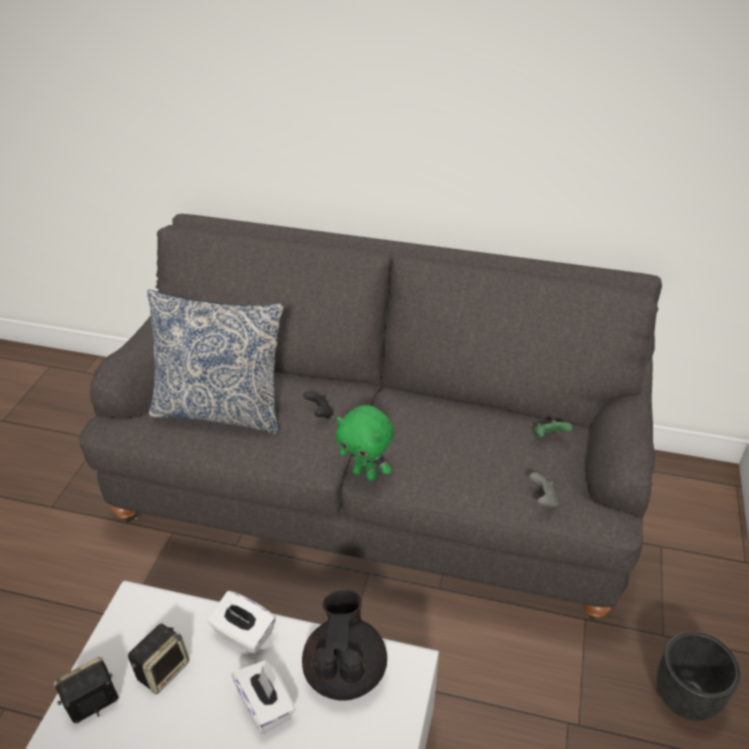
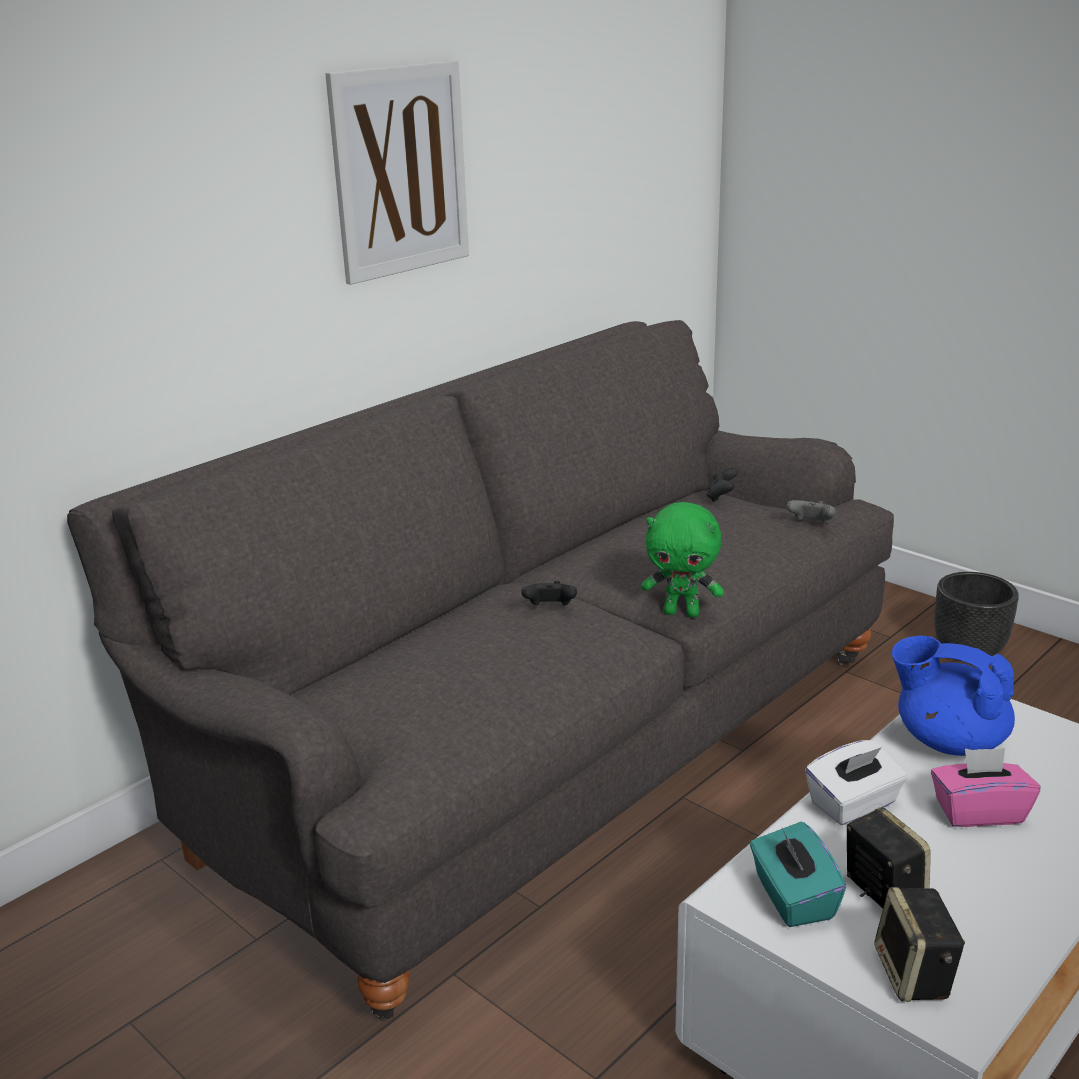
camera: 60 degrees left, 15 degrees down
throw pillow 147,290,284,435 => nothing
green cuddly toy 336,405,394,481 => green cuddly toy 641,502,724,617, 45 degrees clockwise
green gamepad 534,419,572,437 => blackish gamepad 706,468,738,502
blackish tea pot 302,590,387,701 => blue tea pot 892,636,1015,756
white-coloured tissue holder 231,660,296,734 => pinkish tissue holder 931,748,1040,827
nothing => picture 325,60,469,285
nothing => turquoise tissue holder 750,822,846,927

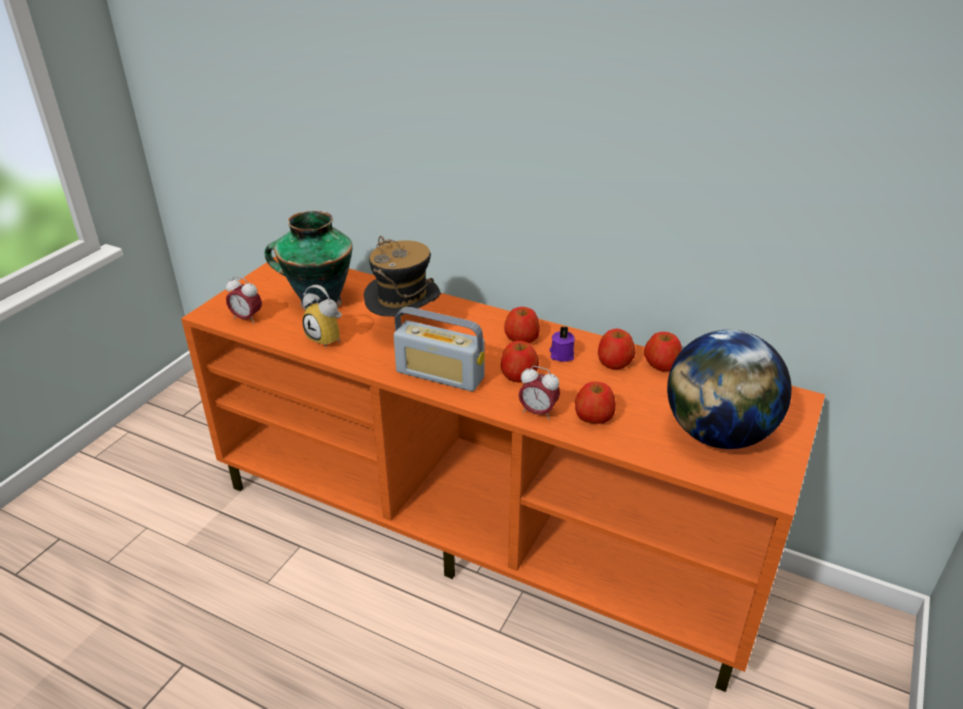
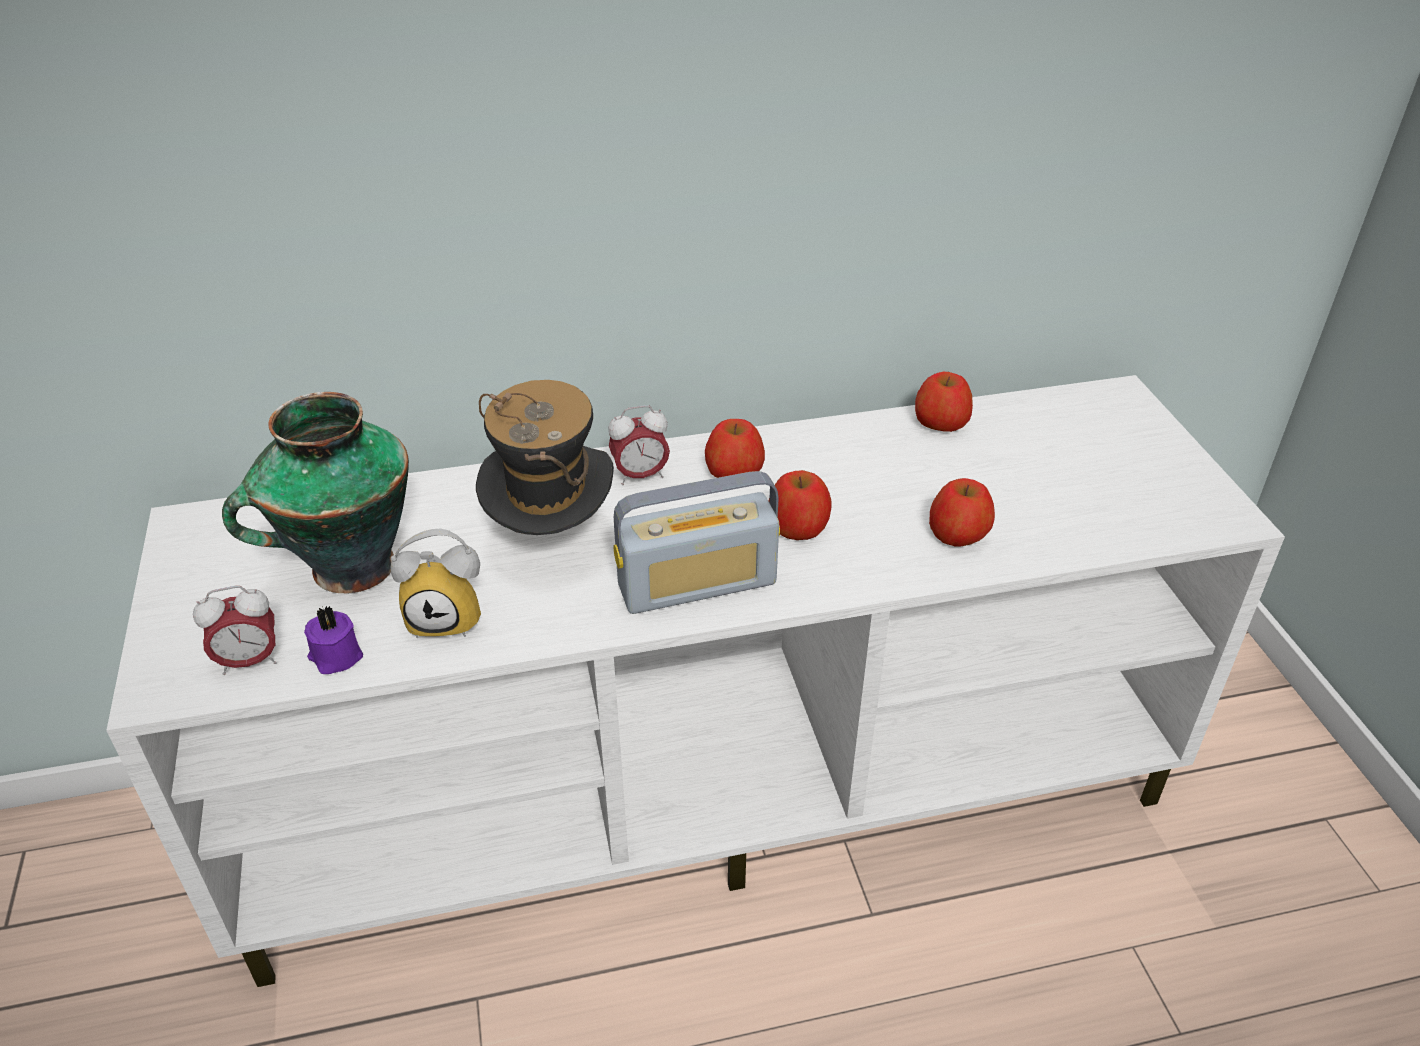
camera: 40 degrees left, 5 degrees up
orange media console 181,256,825,692 => white-coloured media console 106,375,1285,987
purple wax light 549,326,575,362 => purple wax light 304,606,363,674, shifted
whole apple 598,329,635,369 => nothing
world globe 667,330,792,449 => nothing
table clock 519,366,560,420 => table clock 608,405,670,485, shifted

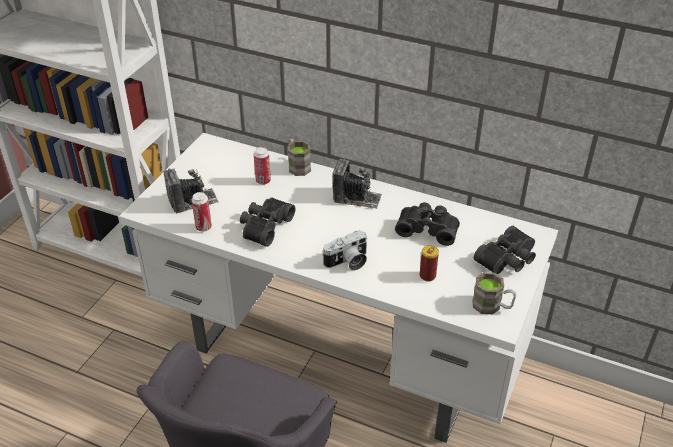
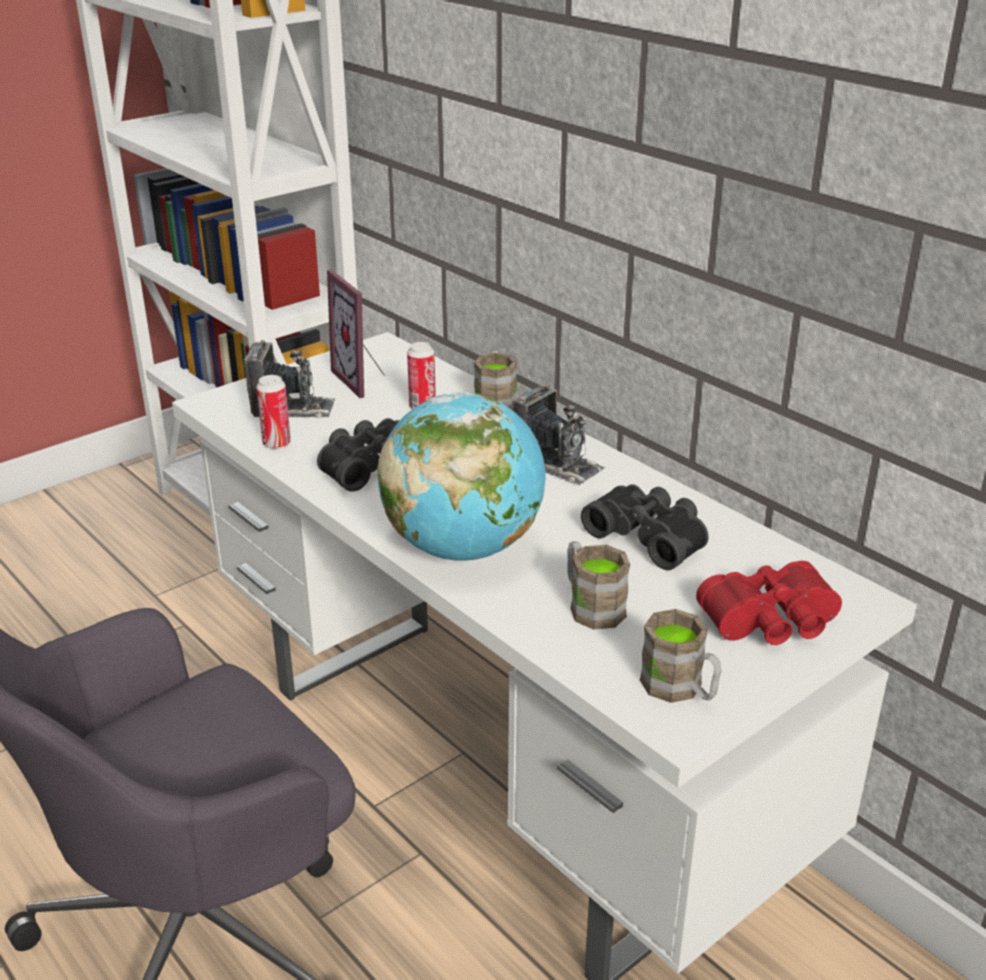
camera: 25 degrees right, 10 degrees down
blackish field glasses 474,226,536,274 => red field glasses 696,561,842,645
still camera 322,230,367,270 => world globe 378,392,546,561
sealed can 420,245,439,282 => brown mug 567,541,630,630
nothing => standing frame 327,270,384,398

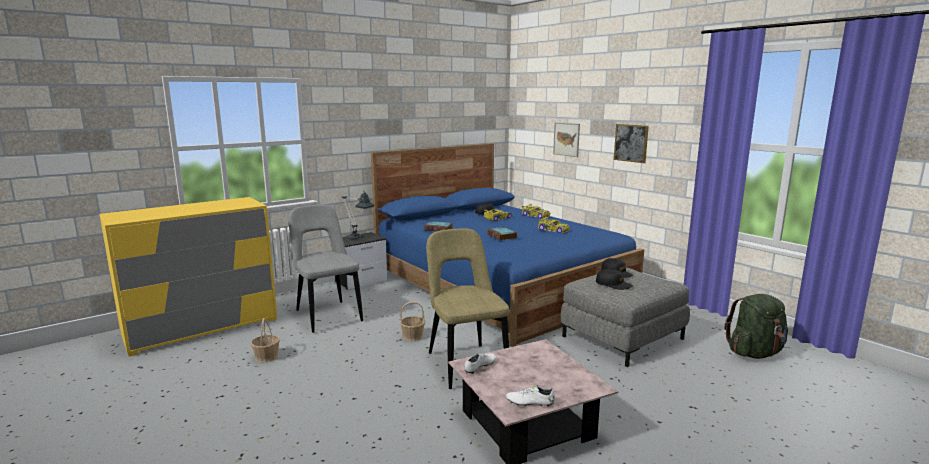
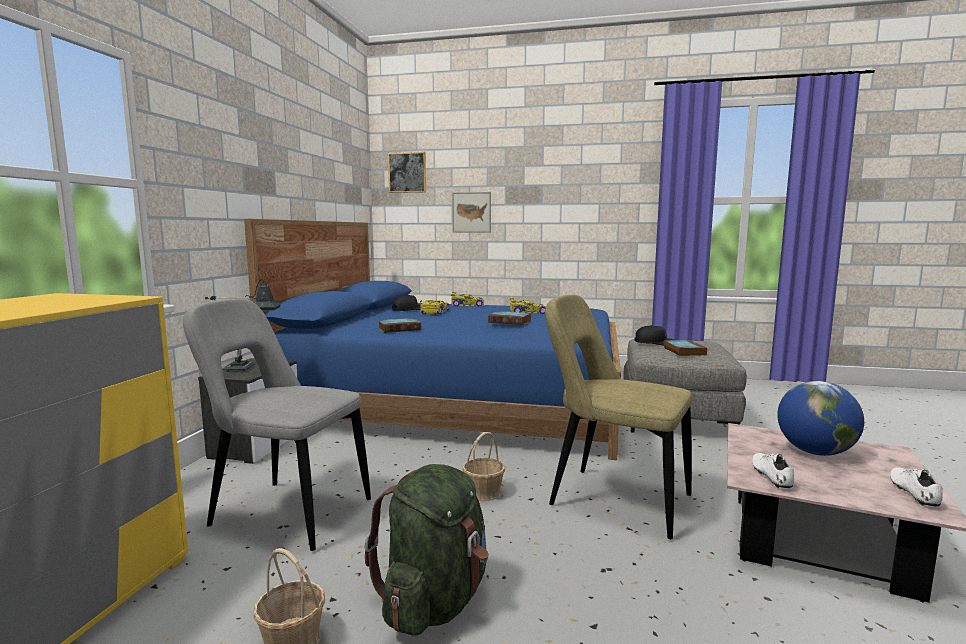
camera: 40 degrees left, 5 degrees down
picture 614,124,649,163 => picture 388,152,426,193, shifted
blackish baseball cap 596,269,633,290 => book 664,340,707,356
green rucksack 724,294,788,359 => green rucksack 364,464,489,636, shifted
white-coloured low shoe 506,385,555,407 => white-coloured low shoe 890,467,943,507, 135 degrees clockwise
nothing => world globe 777,381,864,456

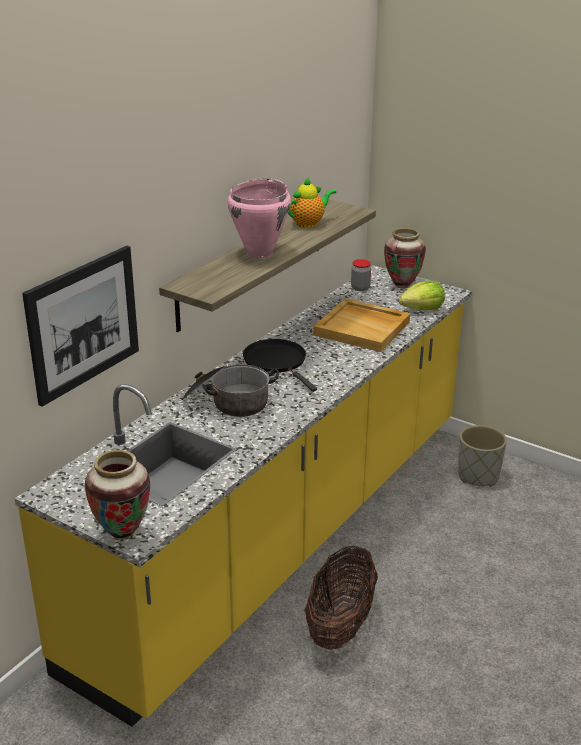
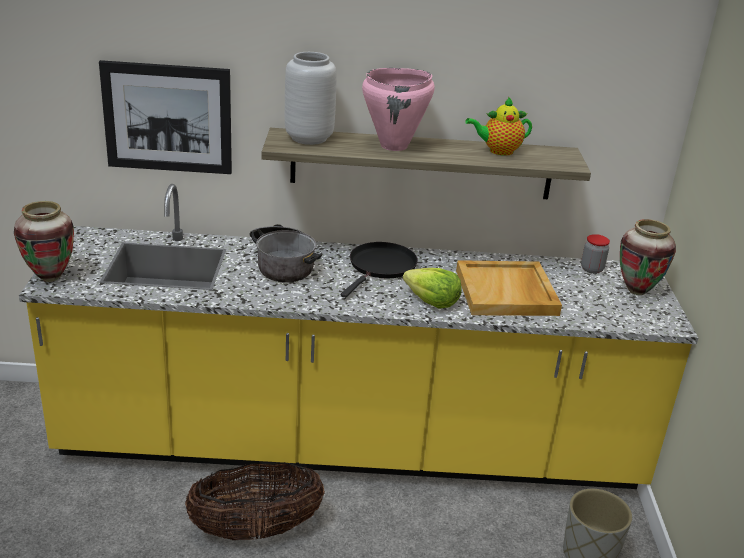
camera: 55 degrees right, 0 degrees up
tea pot 288,177,336,228 => tea pot 465,97,532,156, 150 degrees clockwise
lettuce 399,281,445,310 => lettuce 403,268,462,308, shifted
nothing => gray vase 285,52,337,145

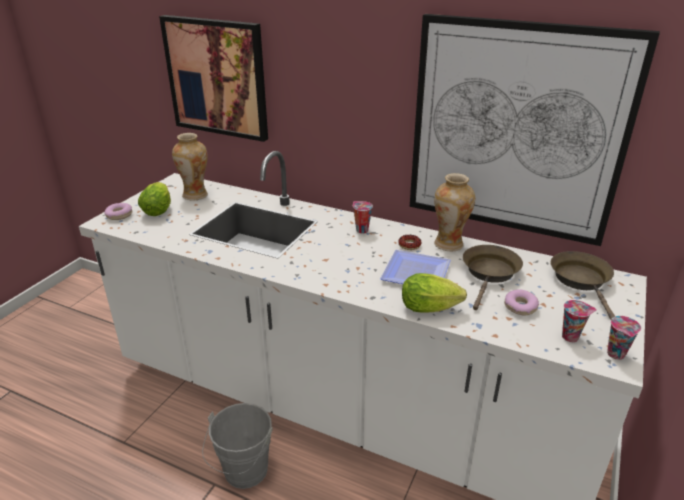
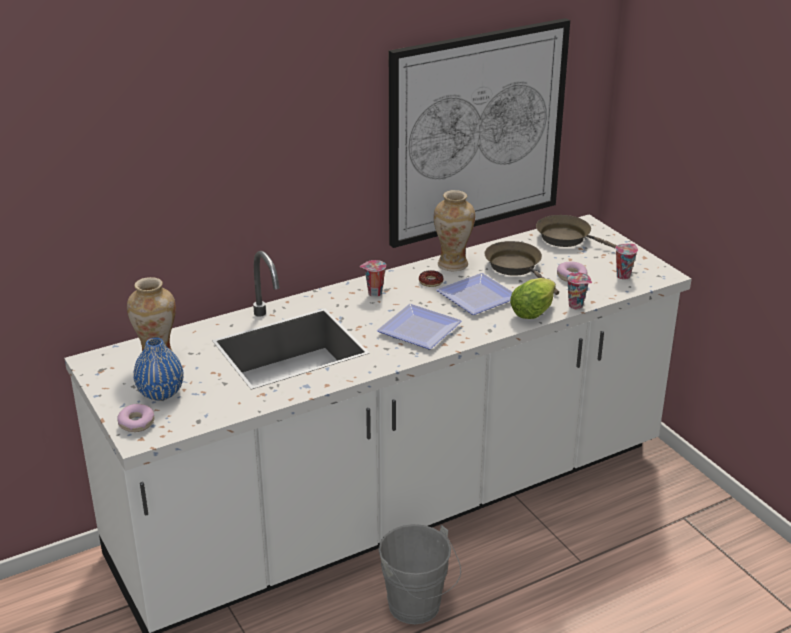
camera: 55 degrees left, 0 degrees up
picture 159,15,268,142 => nothing
lettuce 138,182,171,216 => blue vase 133,338,184,401
cup 607,316,641,360 => cup 567,272,592,309, shifted
nothing => flat dish 377,304,462,350

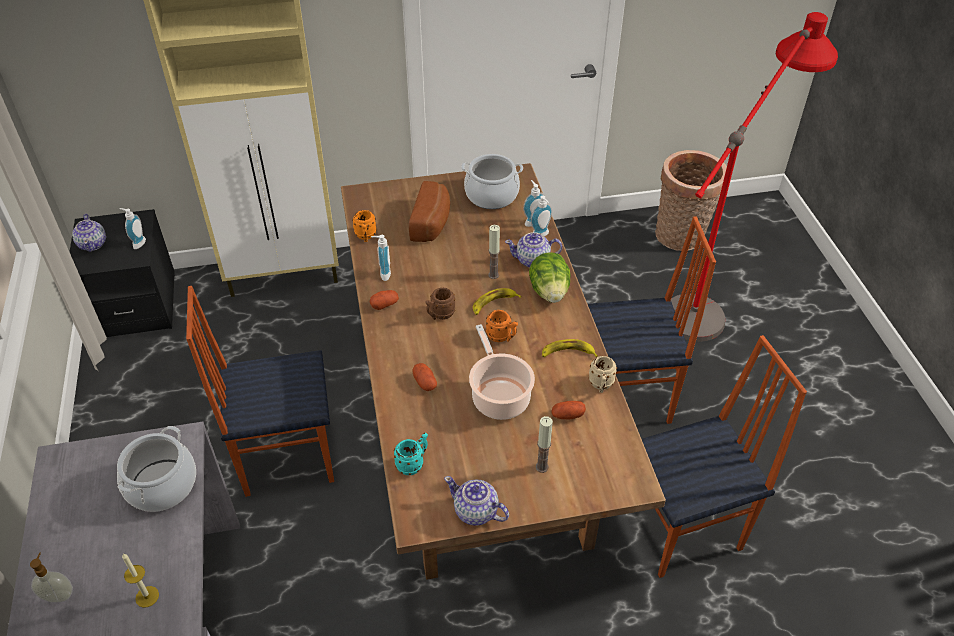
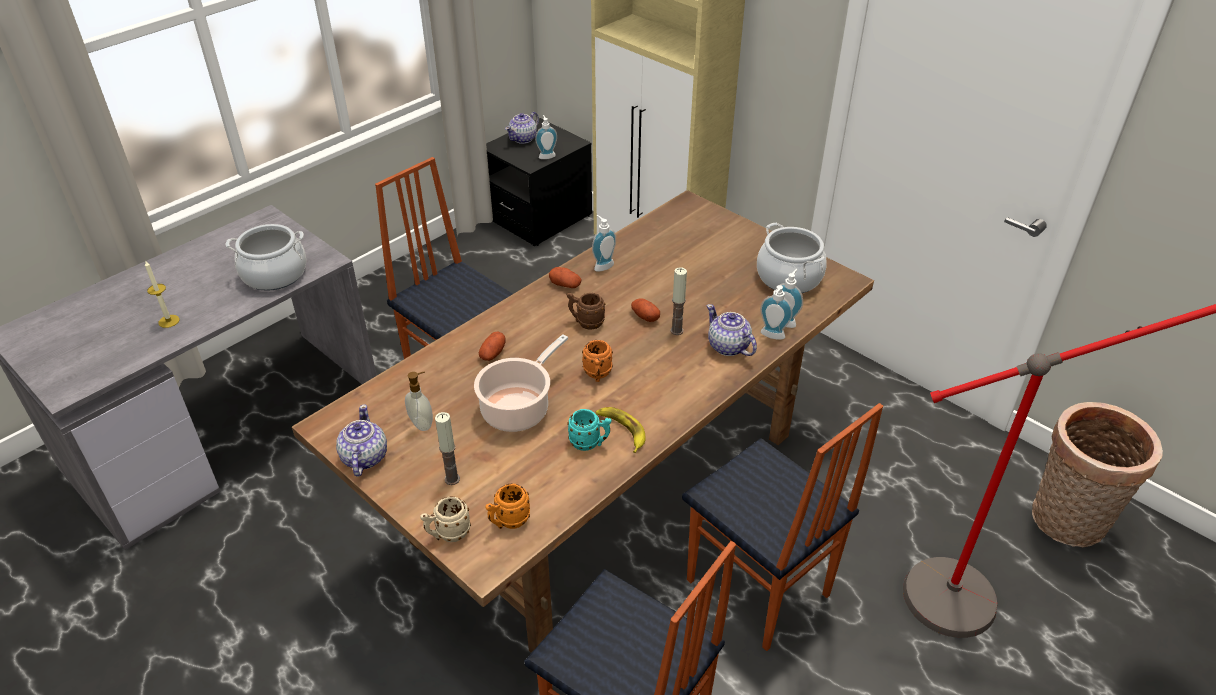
camera: 55 degrees right, 5 degrees down
baked bread 409,181,450,242 => nothing
orange mug 352,210,377,242 => orange mug 485,483,530,529, shifted
lettuce 529,252,571,303 => nothing
banana fruit 473,288,522,315 => nothing
beige-coloured mug 589,356,617,393 => beige-coloured mug 420,496,471,542, shifted
whole potato 551,401,586,420 => whole potato 631,298,660,322, shifted
turquoise mug 394,433,428,475 => turquoise mug 567,409,612,451, shifted
soap dispenser 30,553,73,603 => soap dispenser 405,372,433,431, shifted

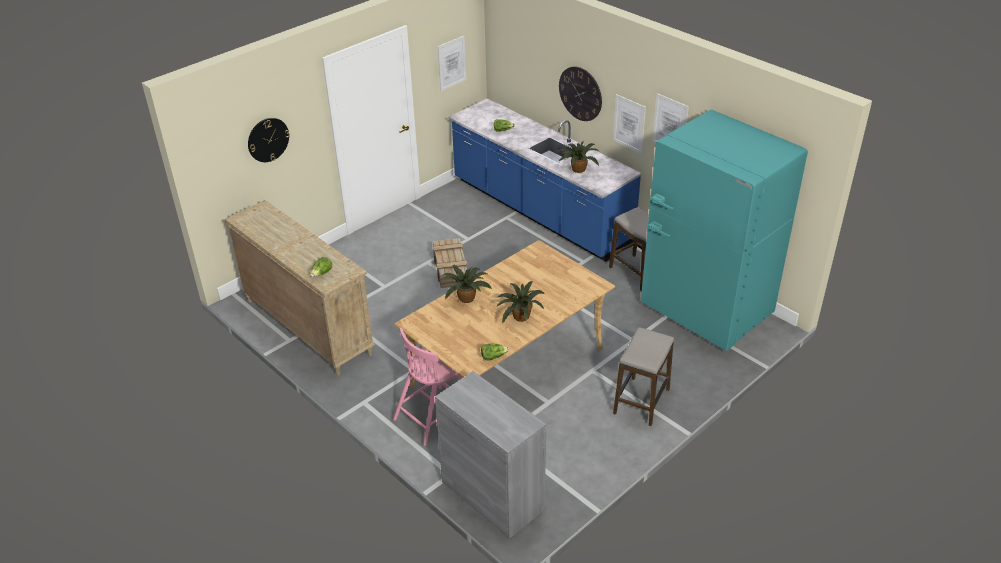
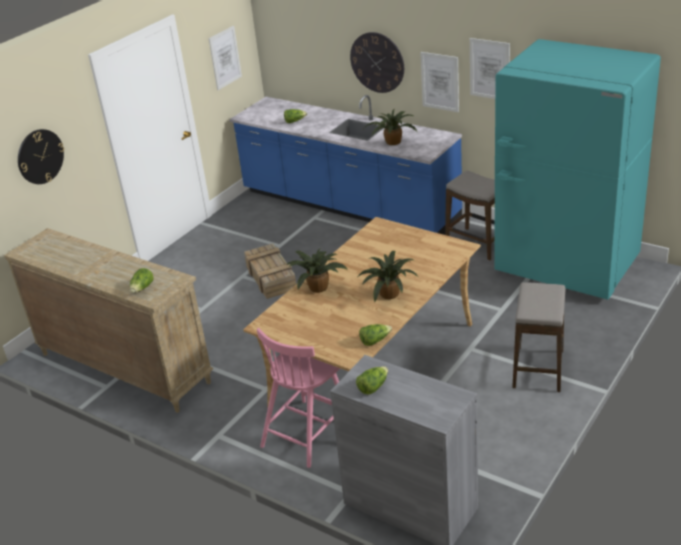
camera: 10 degrees left, 5 degrees down
nothing => lettuce 356,366,388,394

